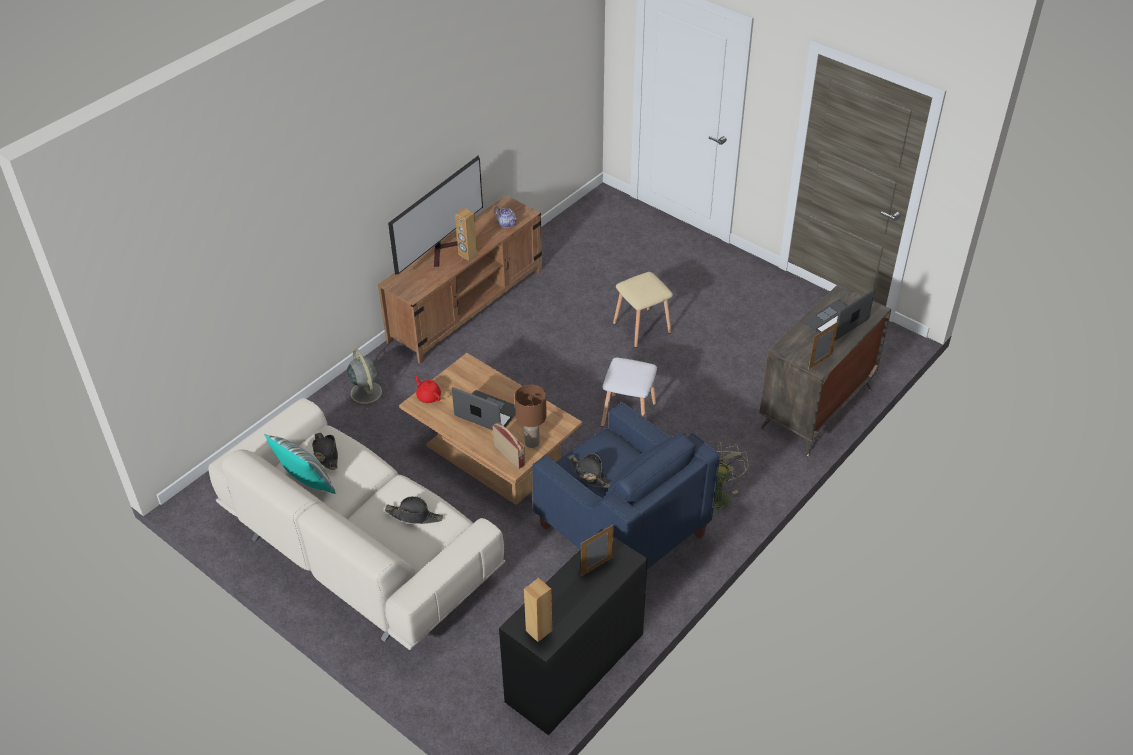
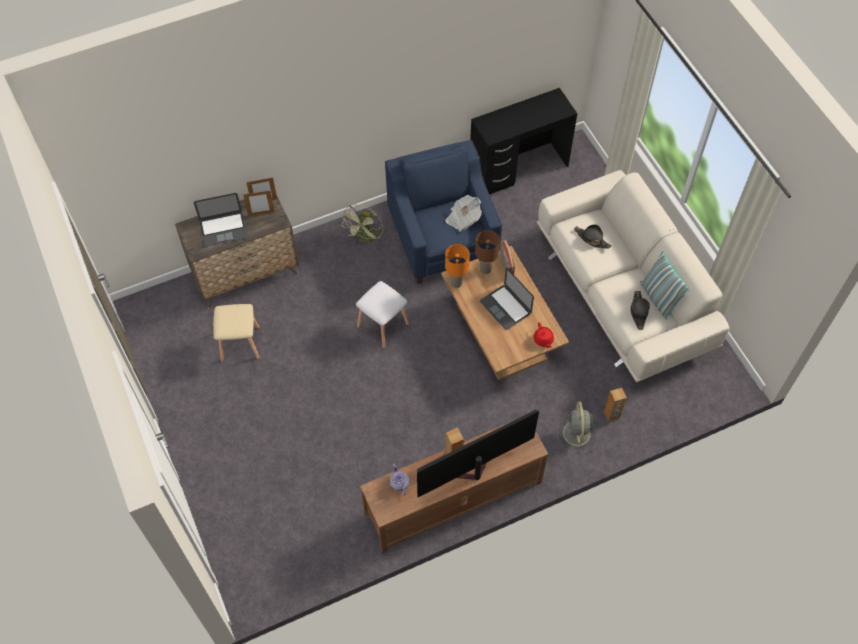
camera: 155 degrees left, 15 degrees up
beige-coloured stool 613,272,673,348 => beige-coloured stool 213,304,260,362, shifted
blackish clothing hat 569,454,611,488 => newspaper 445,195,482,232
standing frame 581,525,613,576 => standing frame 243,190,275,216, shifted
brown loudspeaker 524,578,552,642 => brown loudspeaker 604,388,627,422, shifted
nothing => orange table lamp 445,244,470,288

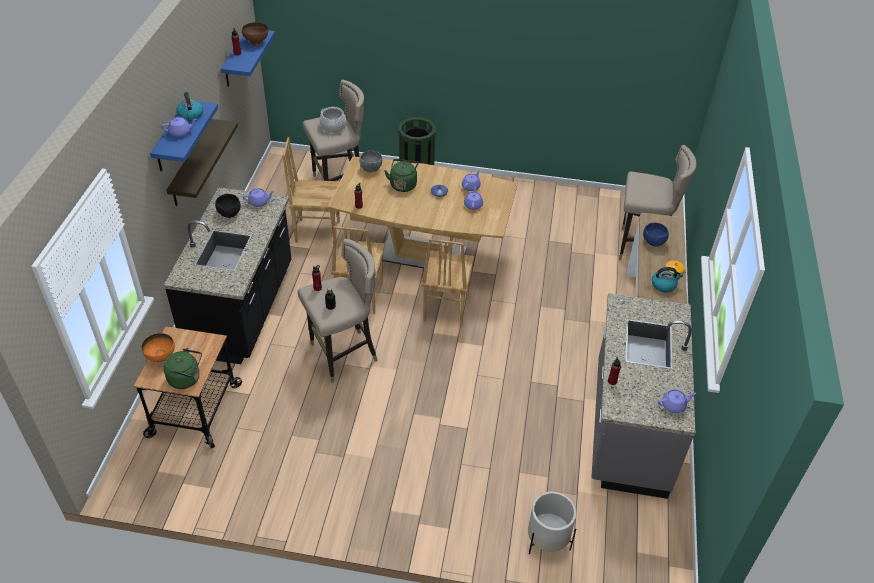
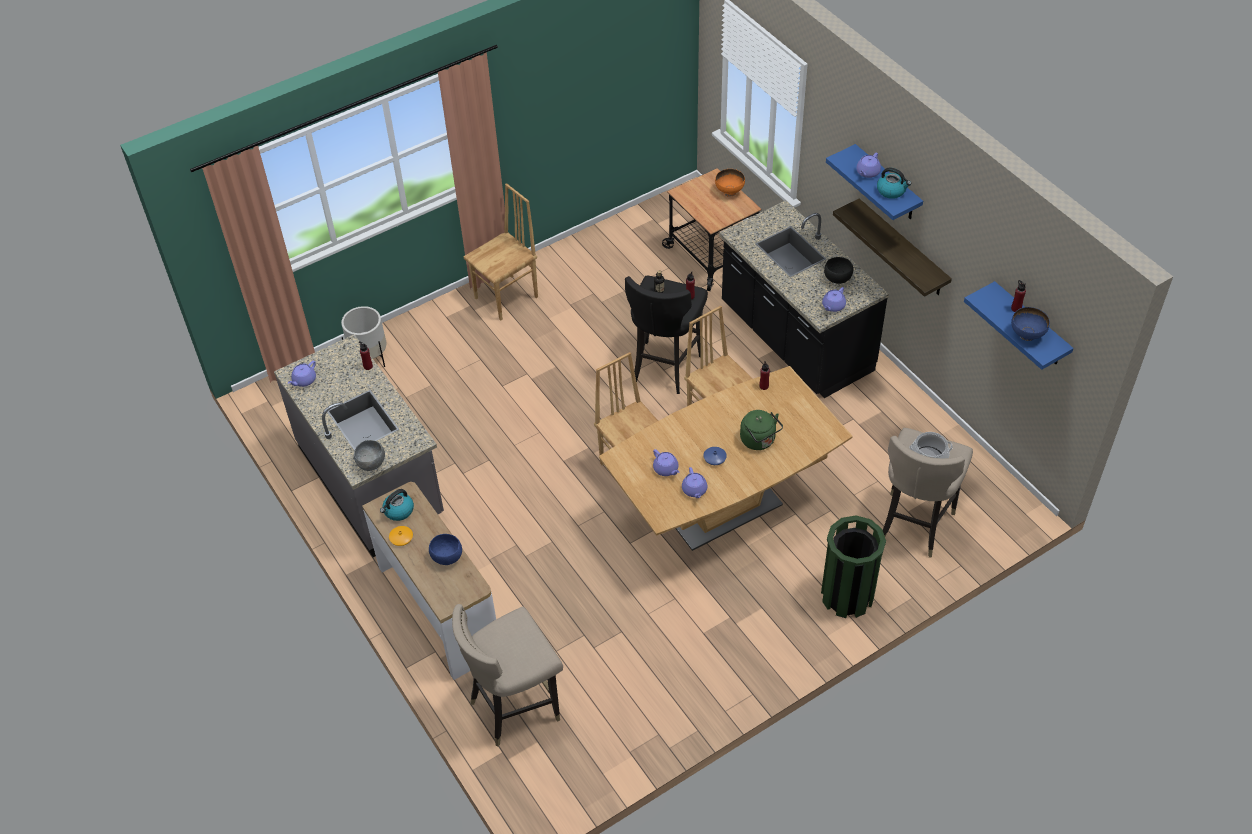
camera: 140 degrees right, 5 degrees up
brown bowl 242,22,268,46 => blue bowl 1011,307,1050,341
brown plain chair 283,137,340,243 => brown plain chair 464,183,538,321, shifted
gray bowl 360,151,382,172 => gray bowl 354,440,385,471, shifted
beige-coloured stool 298,239,377,383 => blackish stool 625,276,708,394
green kettle 164,348,202,389 => nothing

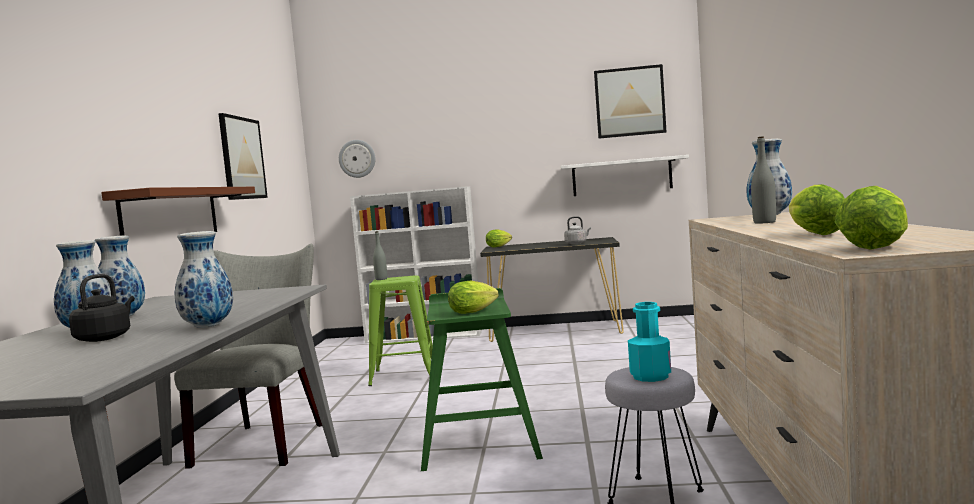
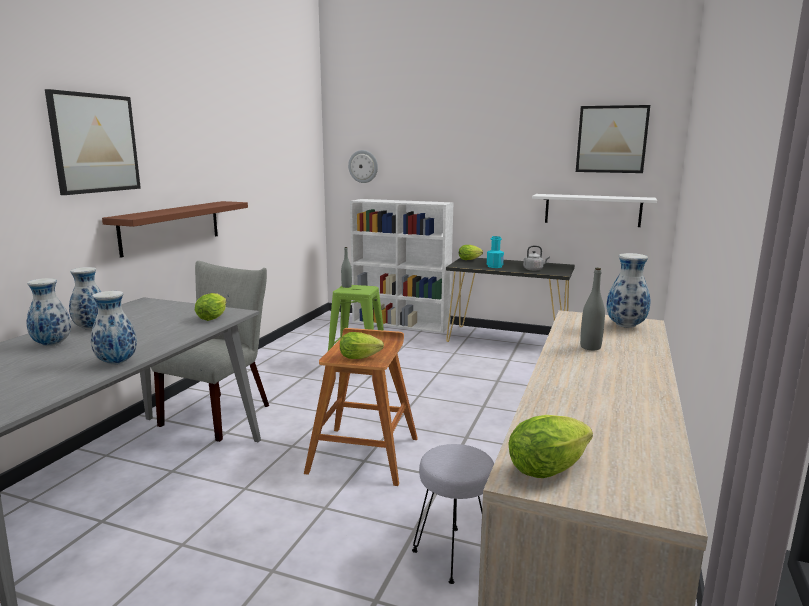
camera: 15 degrees right, 10 degrees up
picture 218,113,268,200 => picture 45,89,141,195, shifted
lettuce 789,184,845,235 => lettuce 195,293,226,321, shifted
blackish kettle 69,274,135,342 => nothing
green stool 421,288,543,471 => brown stool 304,328,418,486
turquoise beverage bottle 628,302,671,382 => turquoise beverage bottle 487,236,504,268, shifted

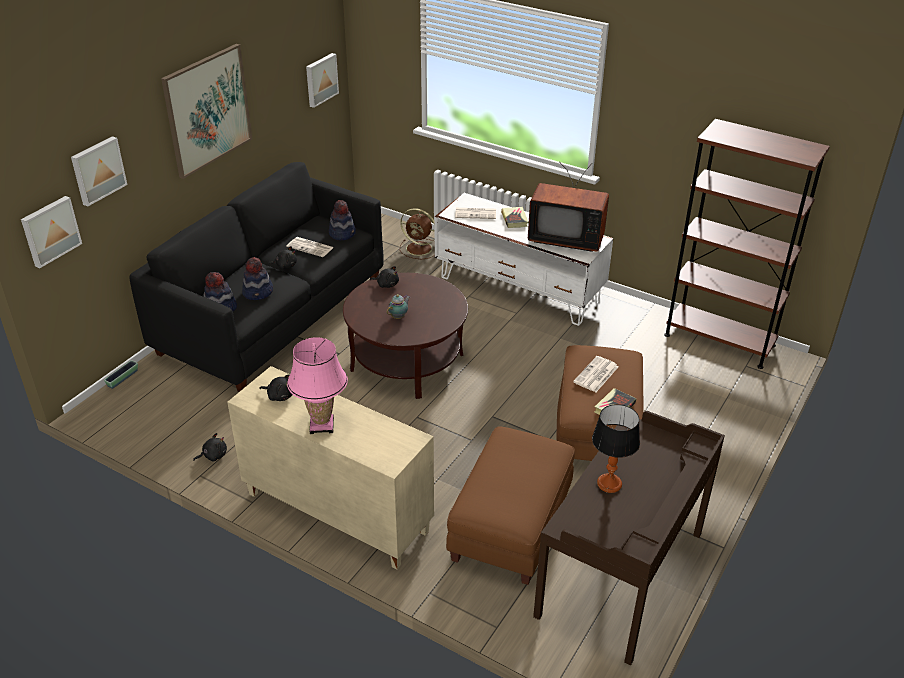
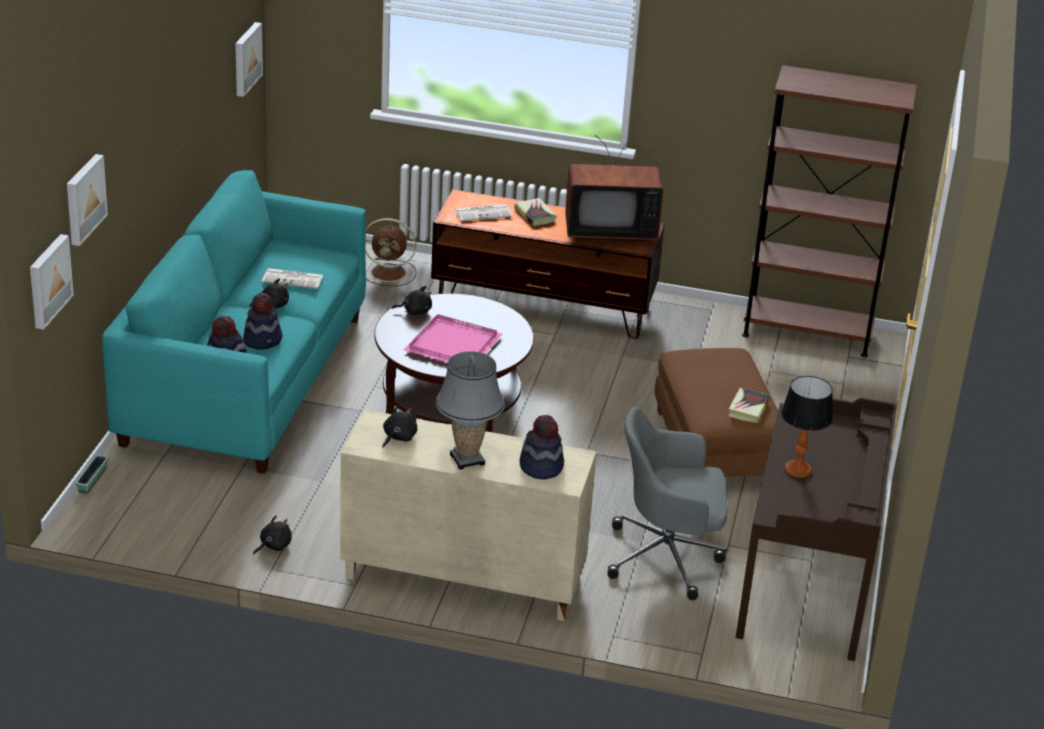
camera: 20 degrees left, 5 degrees down
picture 161,44,252,179 => nothing
blackish settee 129,162,384,392 => turquoise settee 102,170,366,474
white-coloured media console 434,193,613,326 => brown media console 431,189,665,339
clothing hat 329,200,356,241 => clothing hat 520,415,564,480, shifted
tea pot 387,294,410,319 => pinkish tray 404,314,502,363
pinkish table lamp 287,337,348,434 => gray table lamp 435,351,505,470
newspaper 573,356,618,392 => nothing
blackish cuddly toy 260,374,293,401 => blackish cuddly toy 382,405,418,448, 60 degrees counterclockwise
brown footrest 446,427,575,585 => gray office chair 608,407,728,600

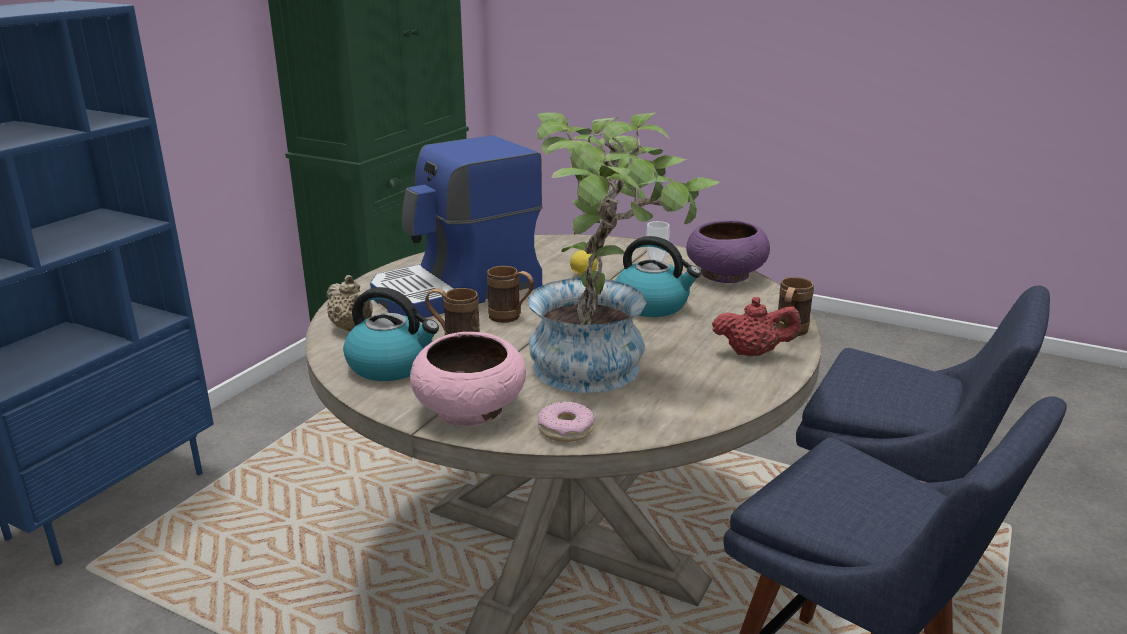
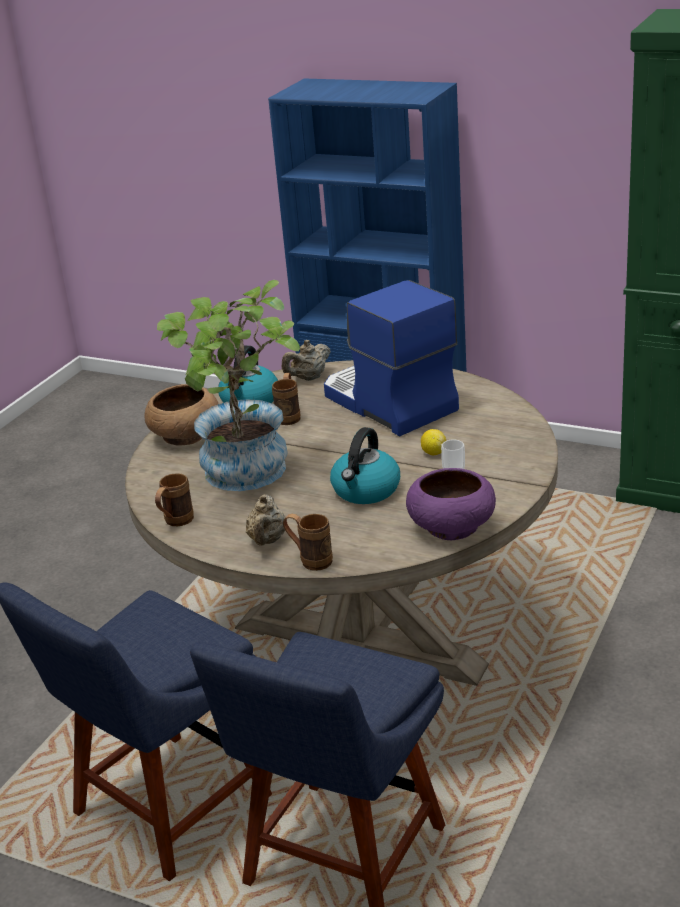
camera: 90 degrees right, 5 degrees up
brown mug 487,266,534,323 => brown mug 155,473,194,526, shifted
red tea pot 712,297,801,356 => beige-coloured tea pot 246,494,285,546
pinkish bowl 410,332,526,426 => brown bowl 144,384,218,446
doughnut 538,401,595,442 => nothing

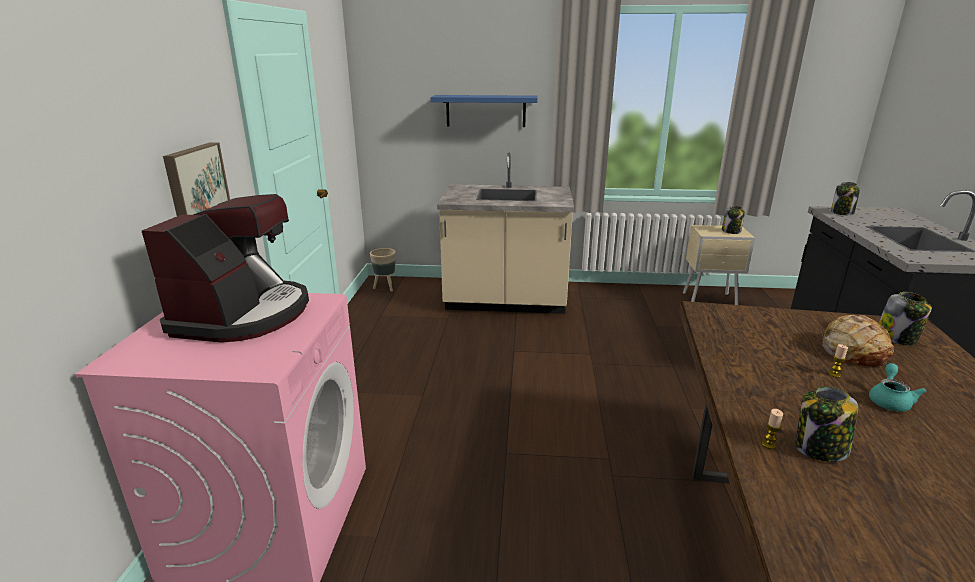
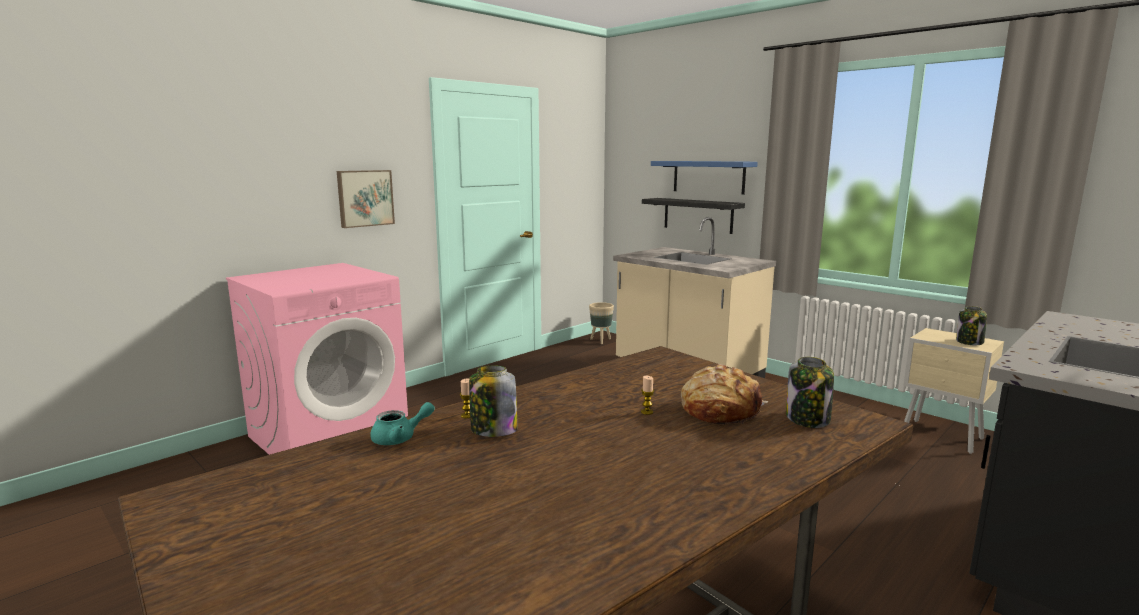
camera: 40 degrees right, 10 degrees down
preserve jar 831,182,860,215 => nothing
coffee maker 142,194,309,343 => nothing
turquoise tea pot 869,363,926,412 => turquoise tea pot 370,402,435,445, shifted
nothing => blackish shelf 642,198,745,234

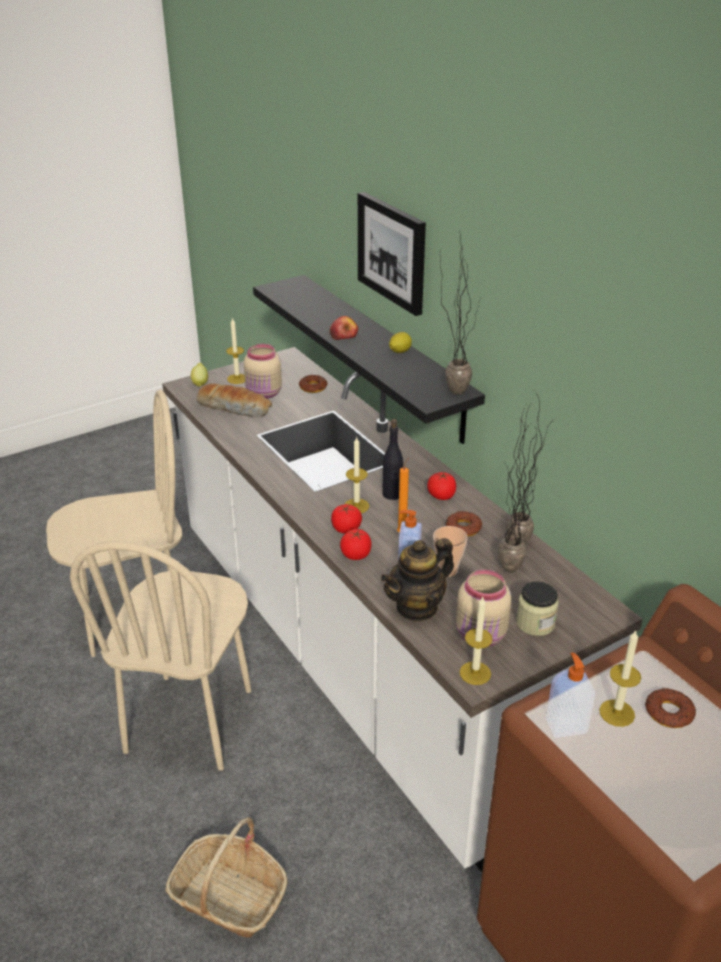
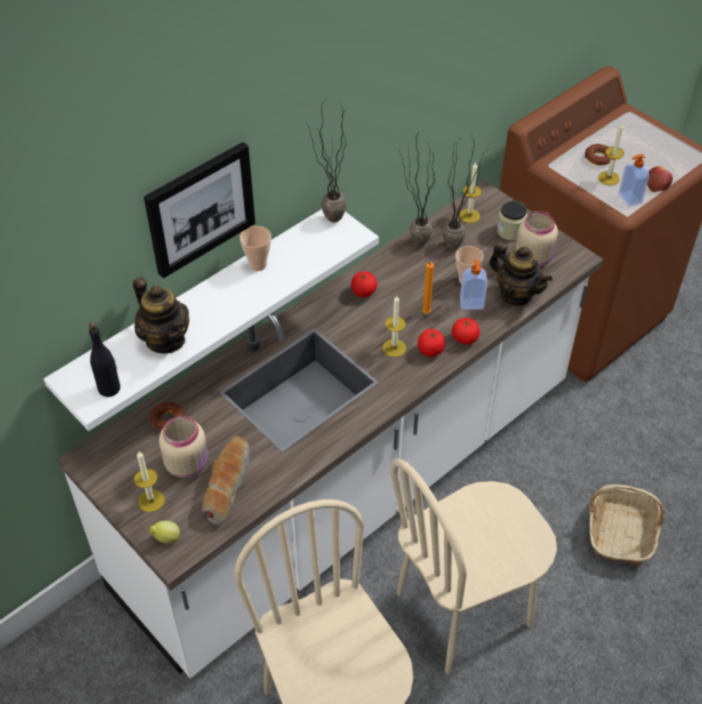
camera: 100 degrees left, 15 degrees up
blackish shelf 253,275,485,444 => white-coloured shelf 44,209,379,431
whole apple 330,316,359,340 => whole apple 647,166,673,192, shifted
citrus fruit 389,332,412,353 => cup 240,226,271,271
blackish beverage bottle 382,419,403,500 => blackish beverage bottle 89,322,120,397, shifted
doughnut 446,511,482,537 => nothing
beige-coloured plain chair 70,541,251,771 => beige-coloured plain chair 391,459,557,674, 150 degrees clockwise
wax light 460,597,493,685 => wax light 459,162,482,223, shifted
nothing => tea pot 133,277,189,353

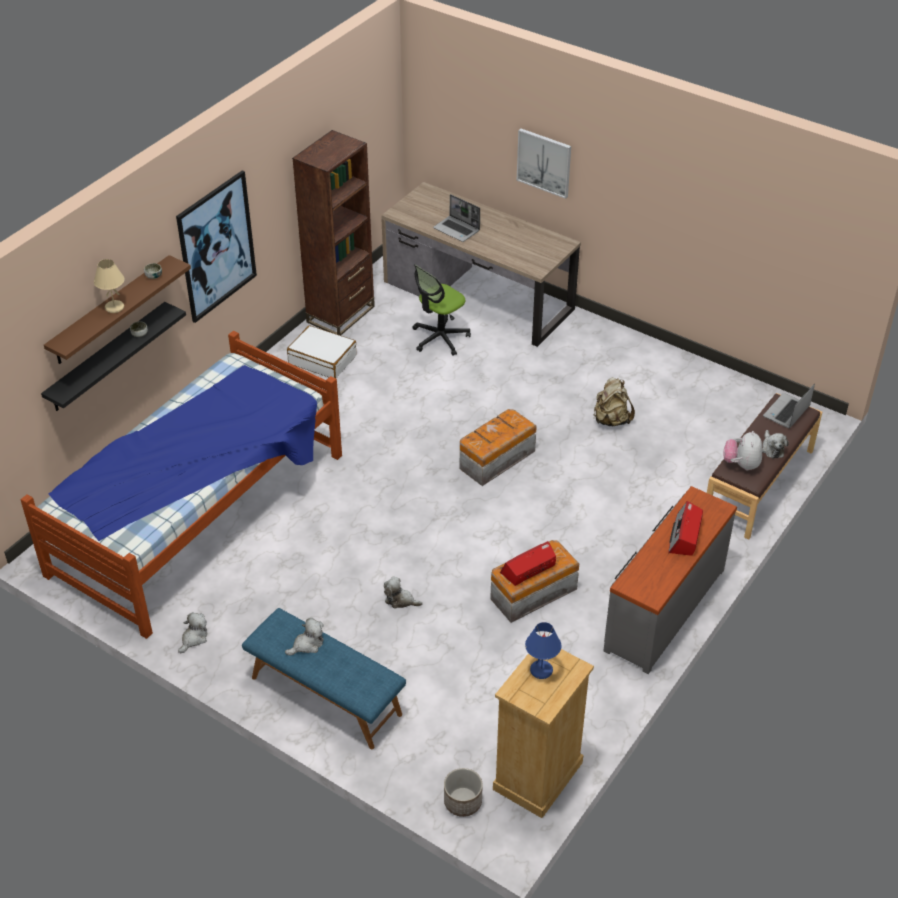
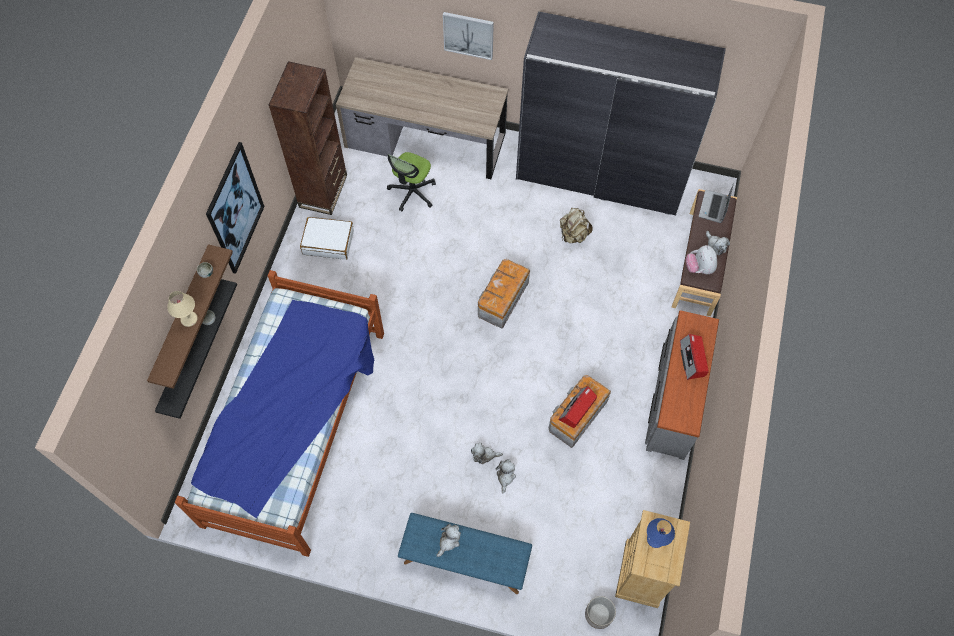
camera: 20 degrees left, 20 degrees up
laptop 433,194,480,242 => nothing
cuddly toy 178,612,208,653 => cuddly toy 496,459,516,494, shifted
nothing => gray armoire 516,11,726,215

